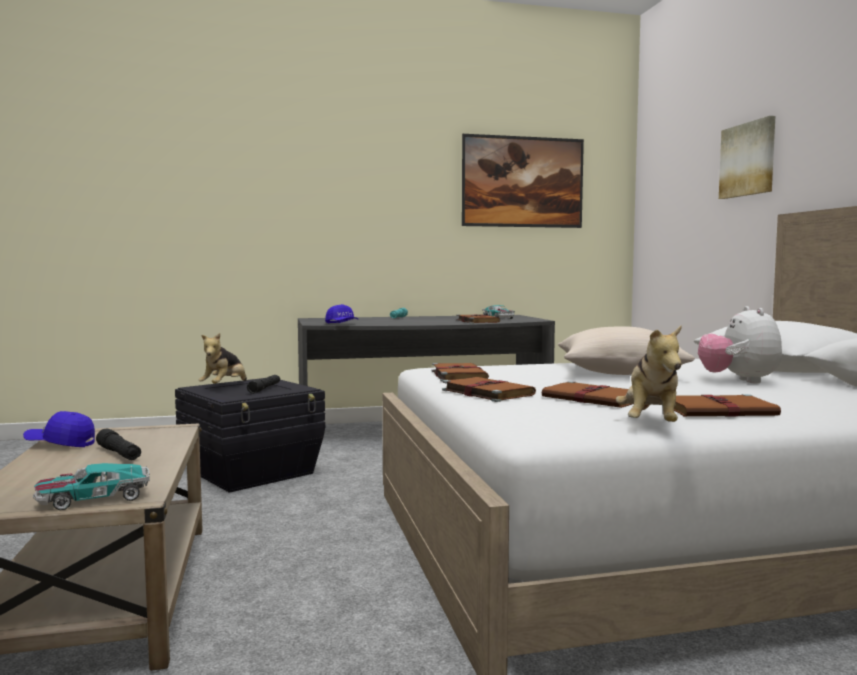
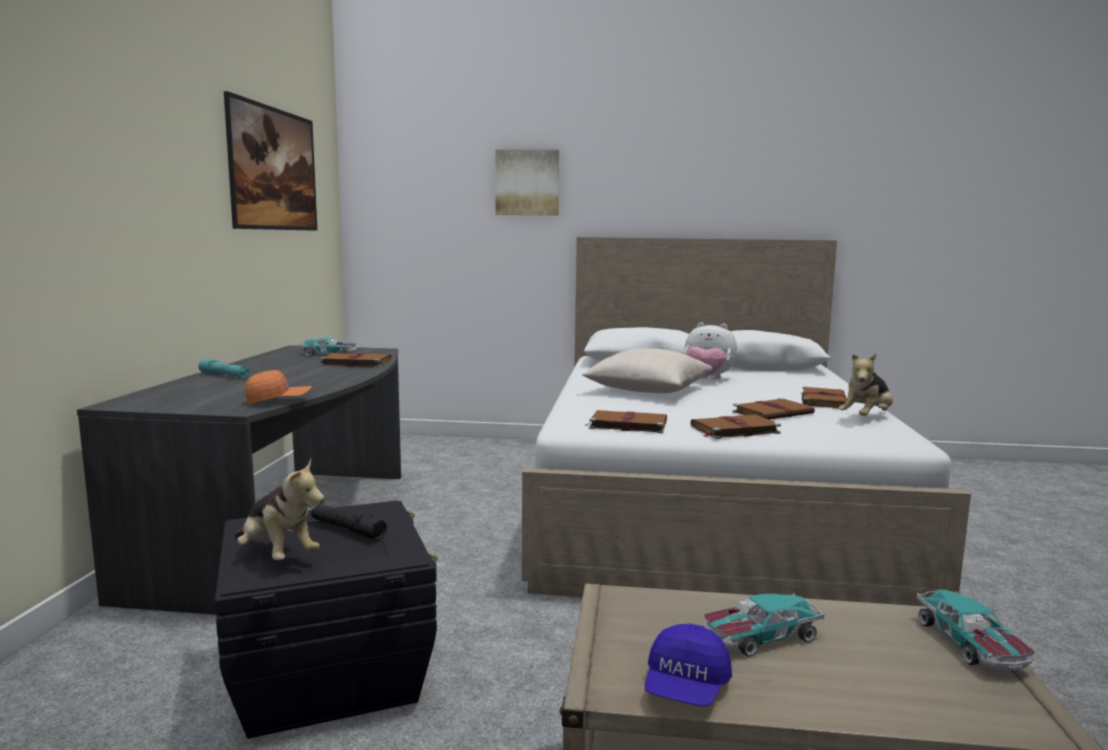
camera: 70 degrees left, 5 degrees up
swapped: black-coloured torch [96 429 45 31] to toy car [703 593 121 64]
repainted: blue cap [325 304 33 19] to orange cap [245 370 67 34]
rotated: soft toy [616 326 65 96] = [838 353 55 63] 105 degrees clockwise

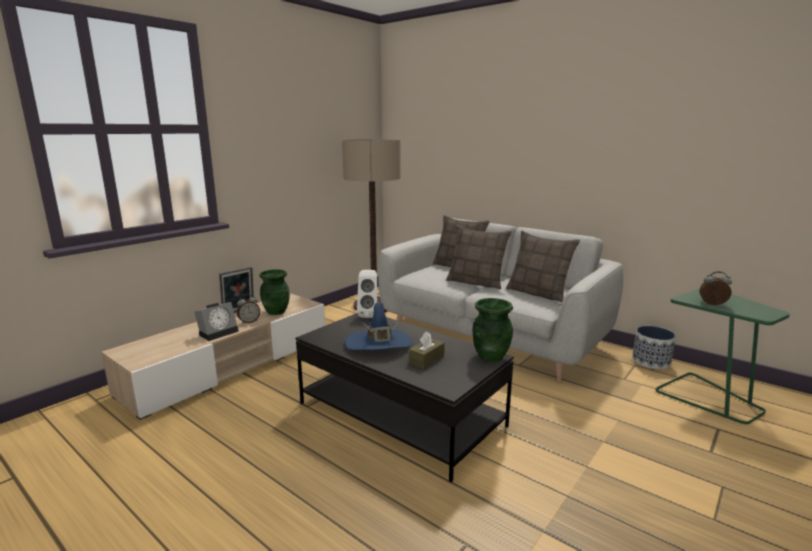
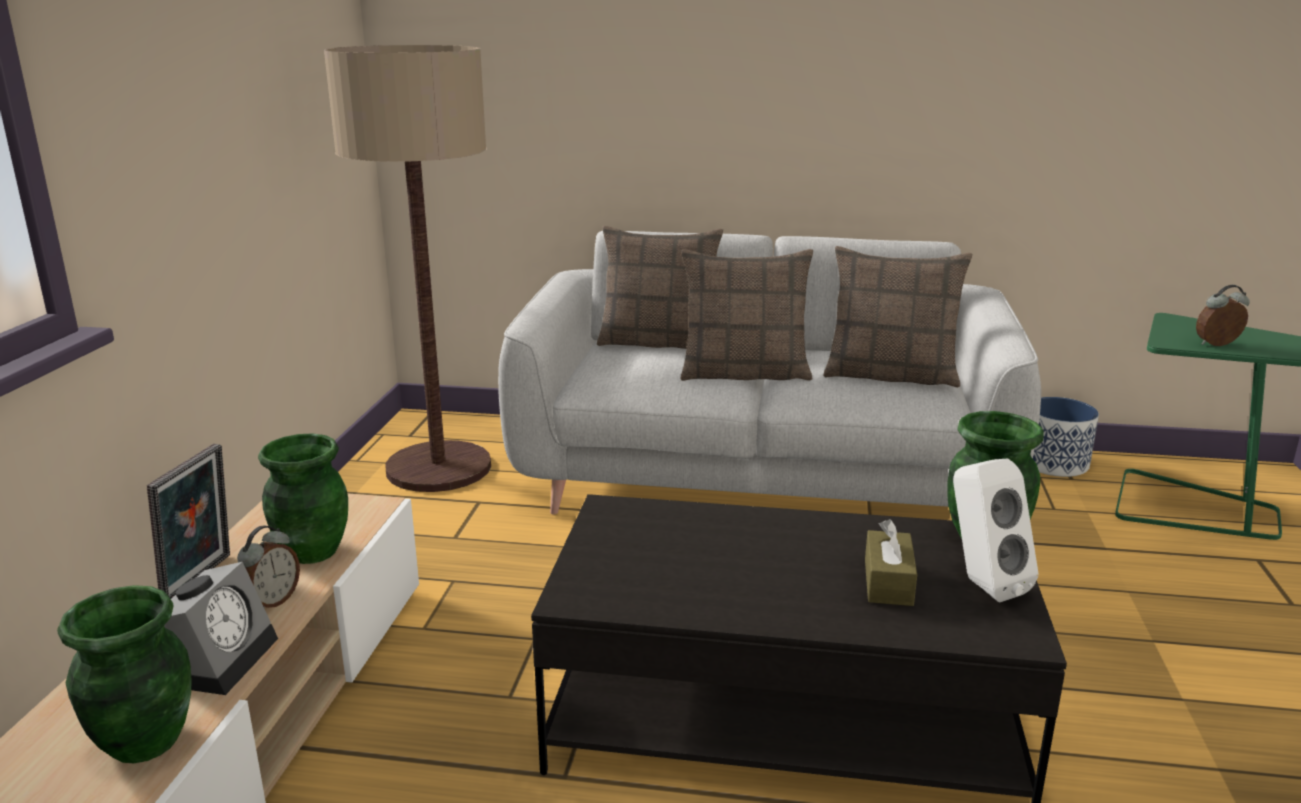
camera: 30 degrees left, 5 degrees up
gone: blue hat [345 302 68 48]
new: green flower vase [57 585 135 178]
shifted: white speaker [357 270 20 48] to [953 459 86 144]

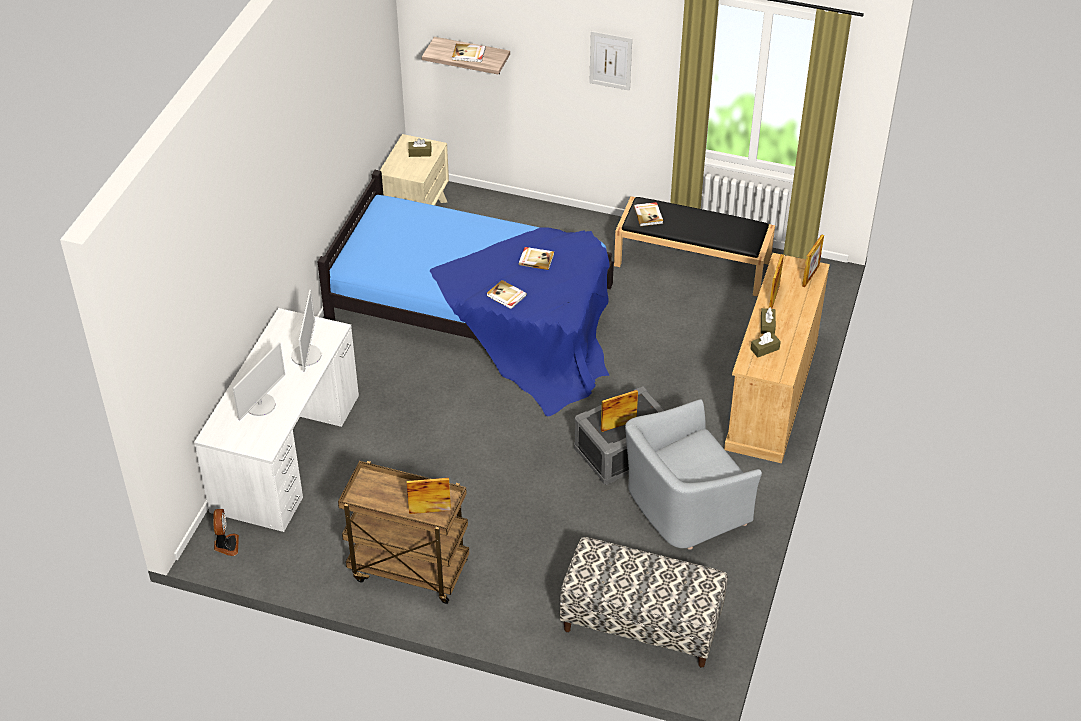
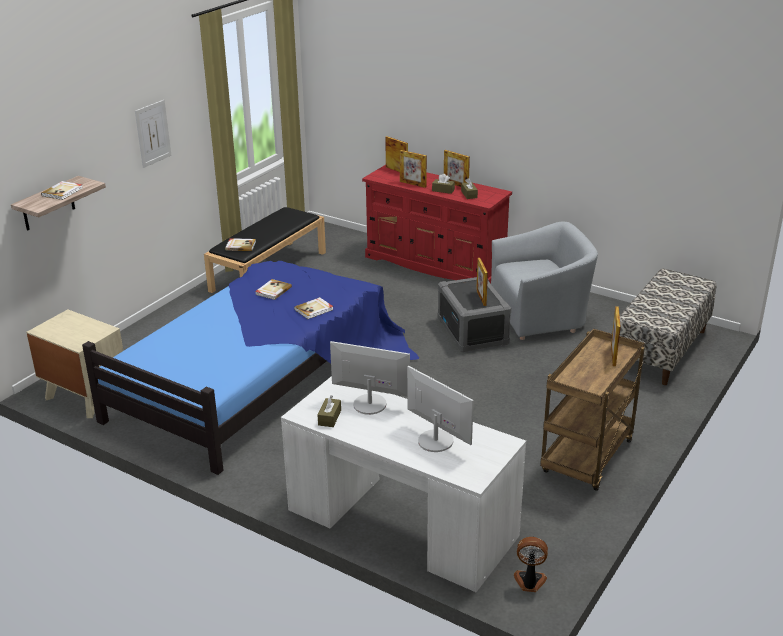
camera: 75 degrees left, 15 degrees down
new: picture frame [444 150 26 37]
shifted: brown-coloured tissue box [408 138 23 19] to [318 396 23 31]
repainted: beige-coloured drawer chest [724 253 106 210] to red drawer chest [362 165 150 118]
rotated: greyish easy chair [625 399 137 151] = [491 222 107 118] 90 degrees counterclockwise

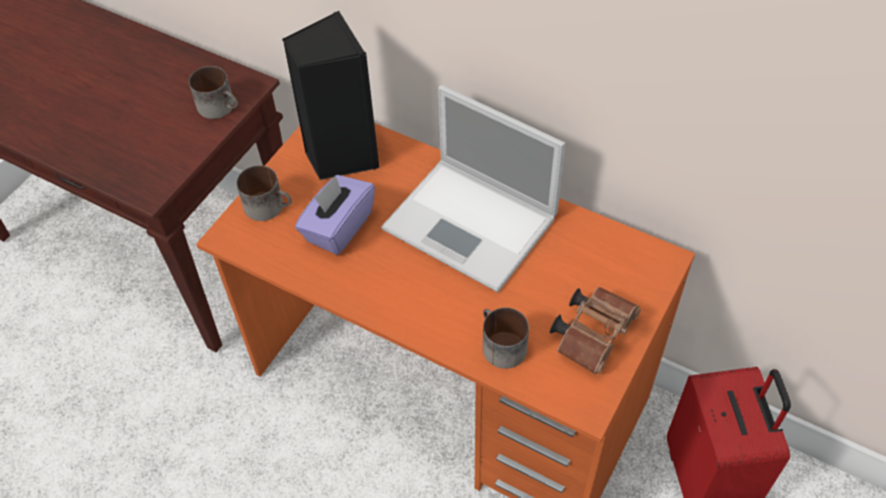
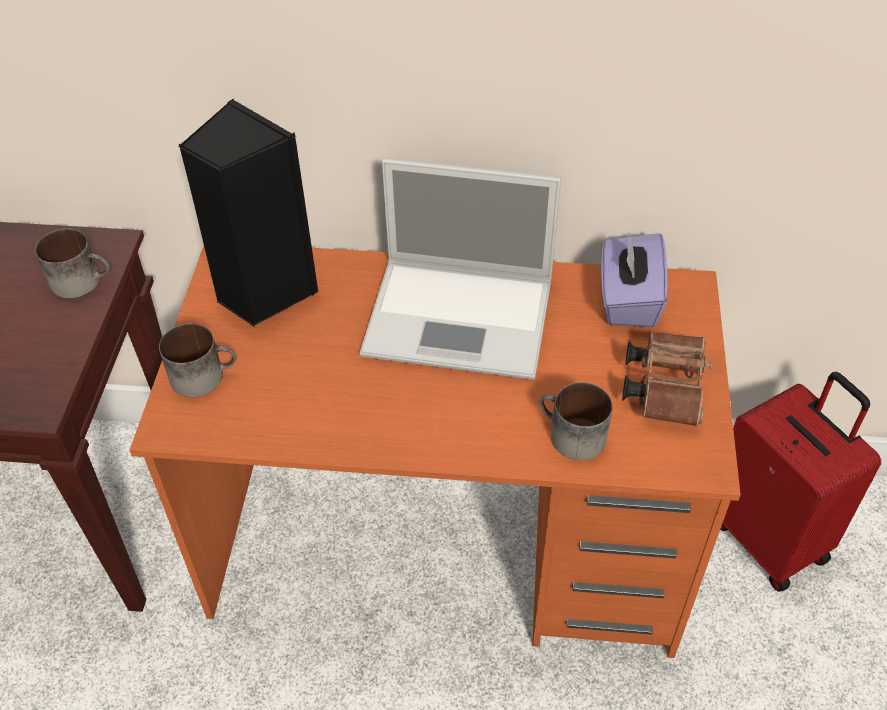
camera: 25 degrees left, 5 degrees down
shifted: purple-coloured tissue box [295 175 80 80] to [601 233 67 94]

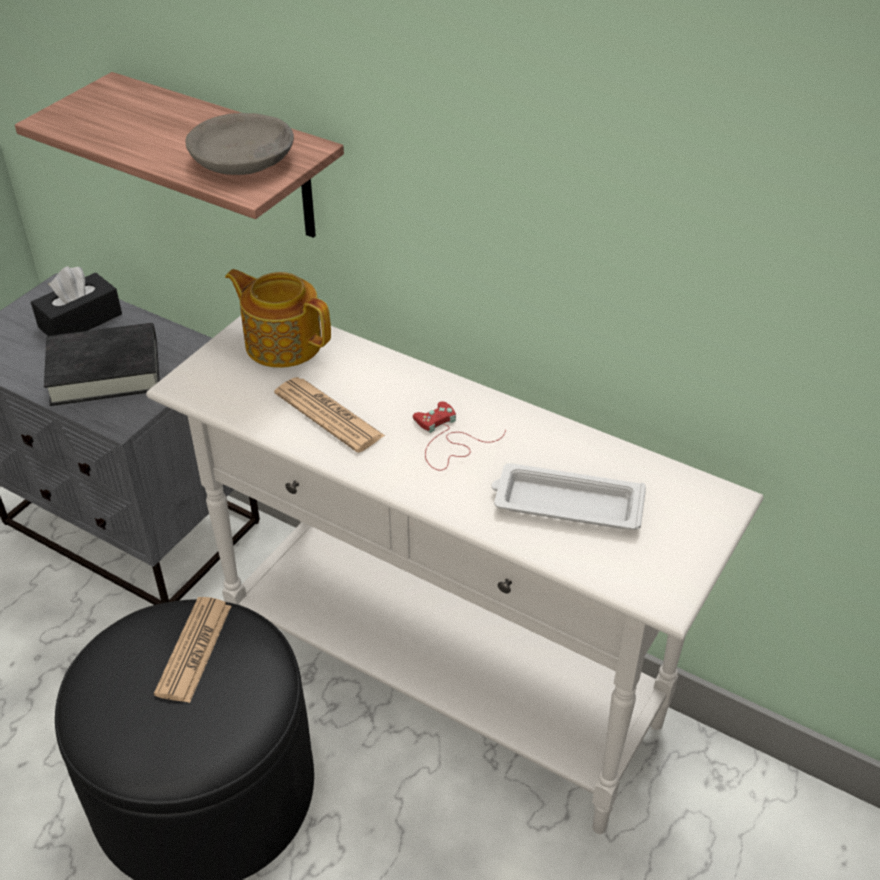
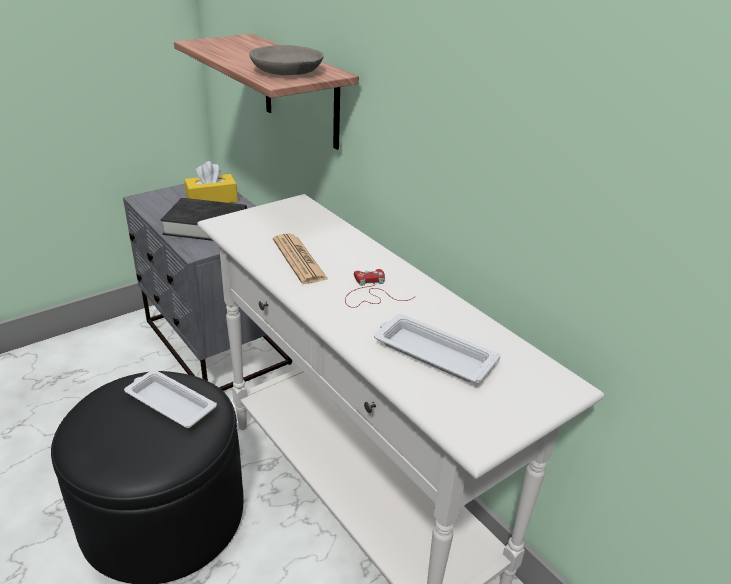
camera: 20 degrees right, 10 degrees down
gone: tea pot [225 269 106 99]
swapped: printed paper [154 597 77 106] to white carrying tray [124 370 93 58]
repainted: black-coloured tissue box [31 266 91 70] to yellowish tissue box [184 161 54 42]

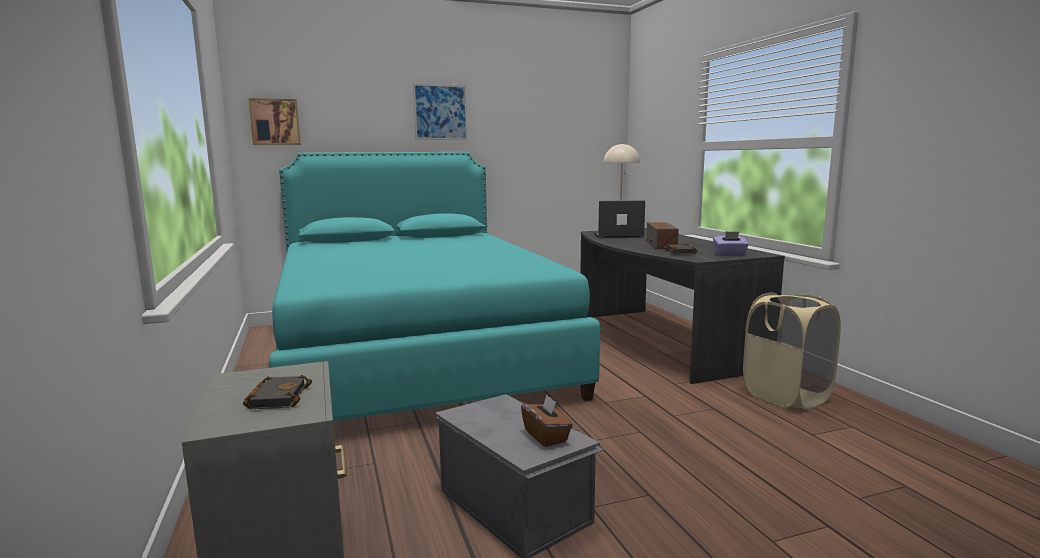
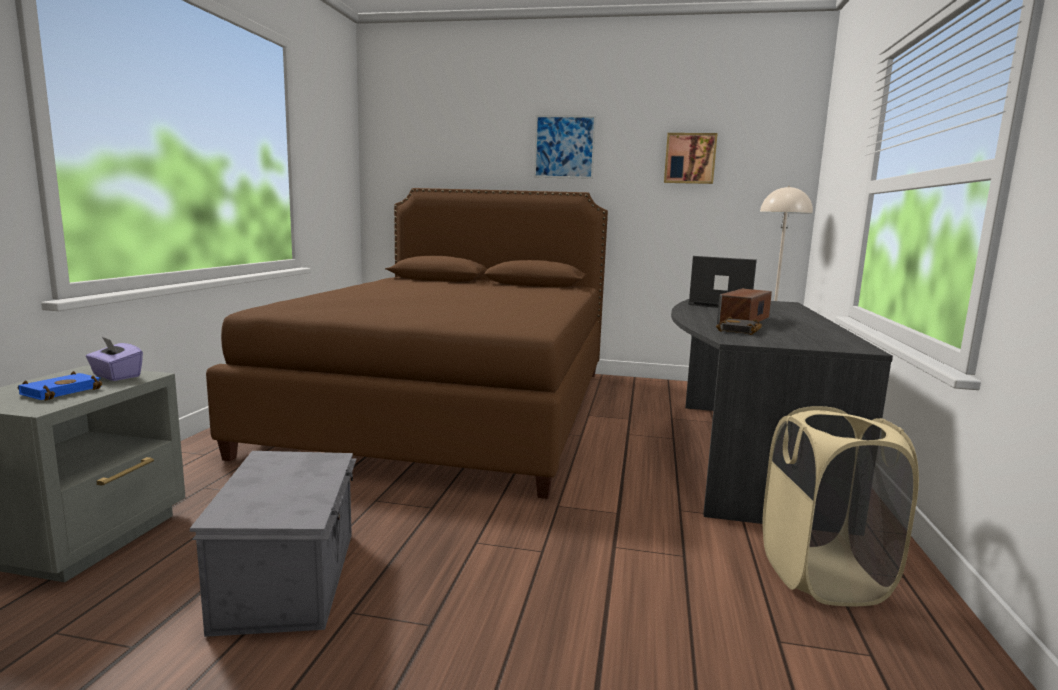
camera: 30 degrees right, 0 degrees up
gone: brown-coloured tissue box [521 395 52 52]
shifted: wall picture [248 98 53 47] to [664 133 54 51]; purple-coloured tissue box [713 231 36 25] to [86 337 57 44]
repainted: black-coloured volume [243 375 69 34] to blue volume [18 371 84 30]; blue-green bedroom bed [269 152 331 269] to brown-coloured bedroom bed [206 188 402 311]

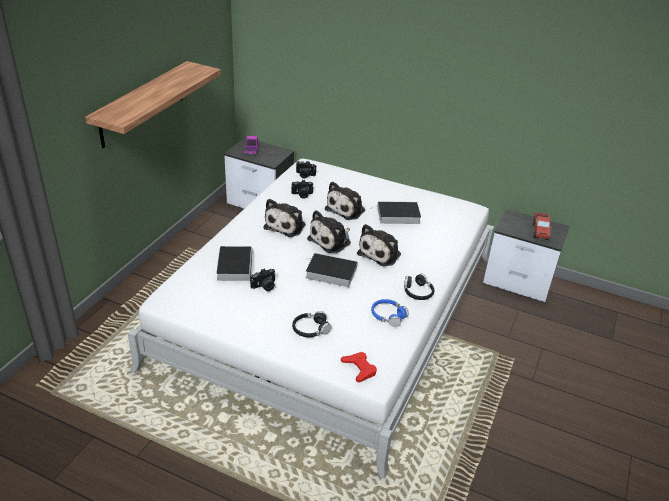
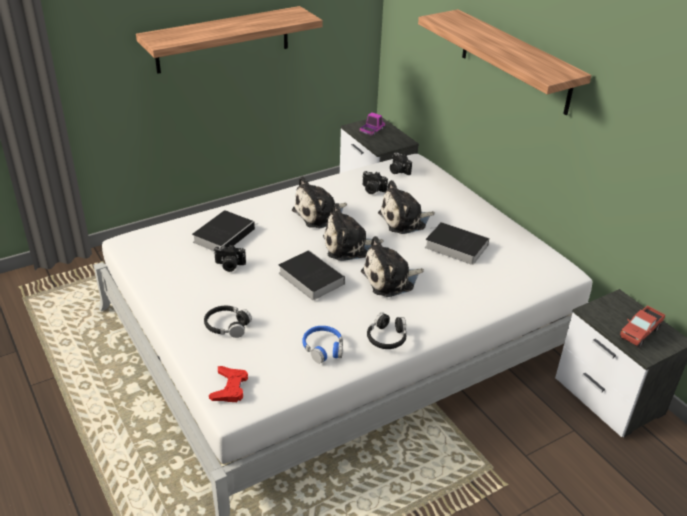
camera: 35 degrees right, 0 degrees up
new: bracket shelf [418 9 174 106]

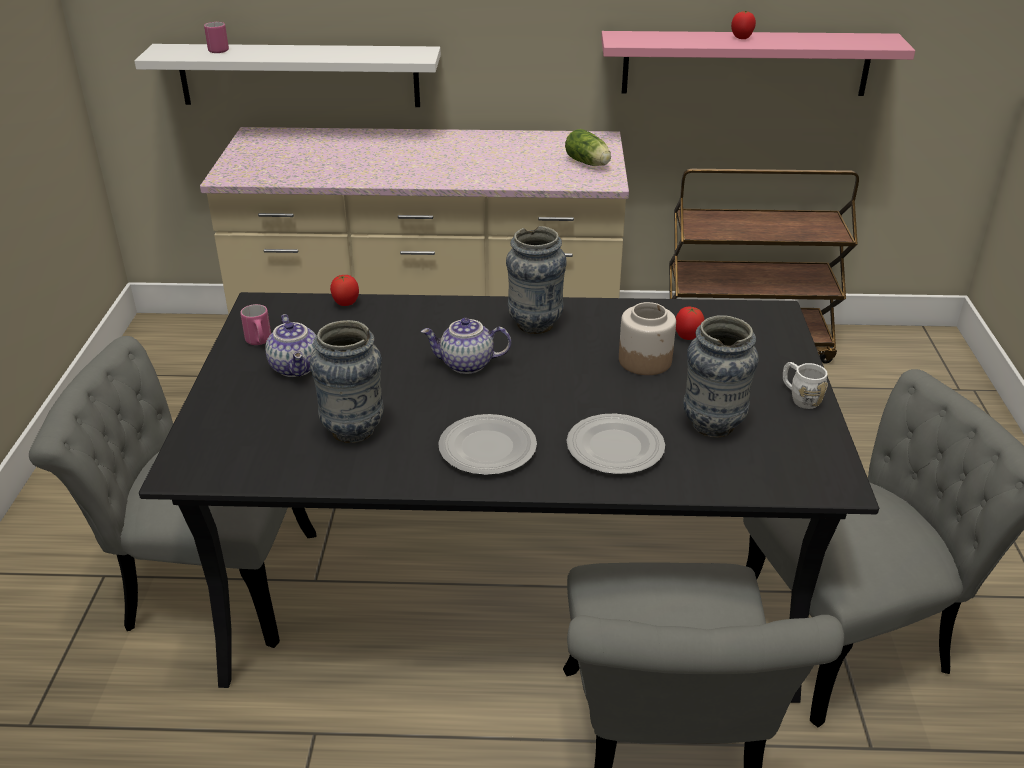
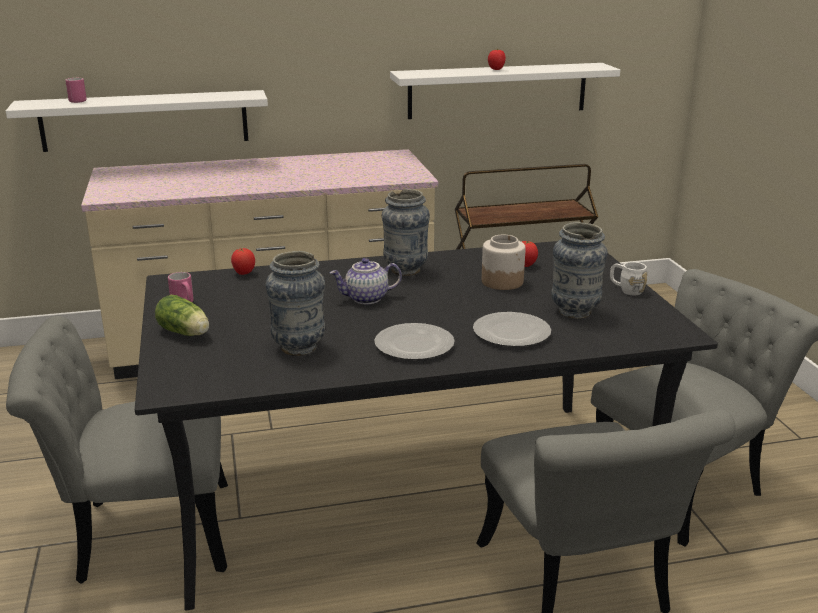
camera: 15 degrees left, 10 degrees down
gone: tea pot [265 314 51 63]
shifted: lettuce head [565 129 46 37] to [155 295 54 41]
repainted: pinkish bracket shelf [601 31 314 65] to white bracket shelf [390 63 230 56]

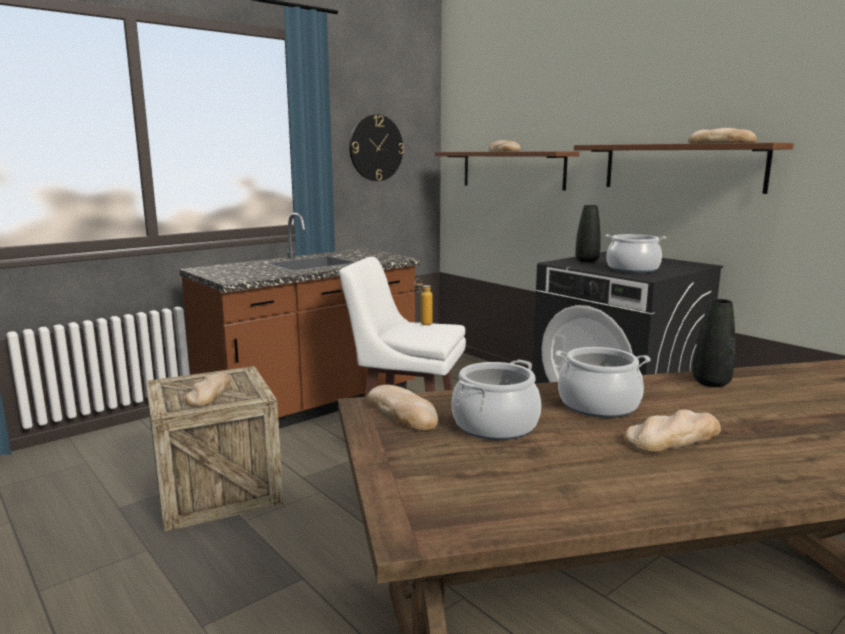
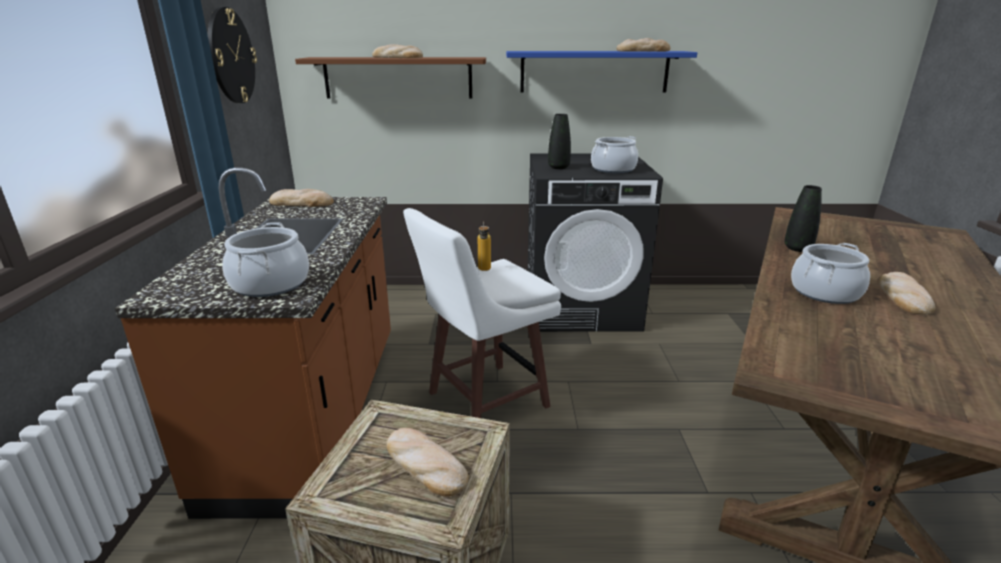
camera: 50 degrees left, 10 degrees up
shifted: baked bread [367 385 71 46] to [269 189 65 18]; saucepot [451 360 90 80] to [222 222 87 75]
repainted: brown-coloured bracket shelf [574 143 220 51] to blue bracket shelf [506 51 191 42]

